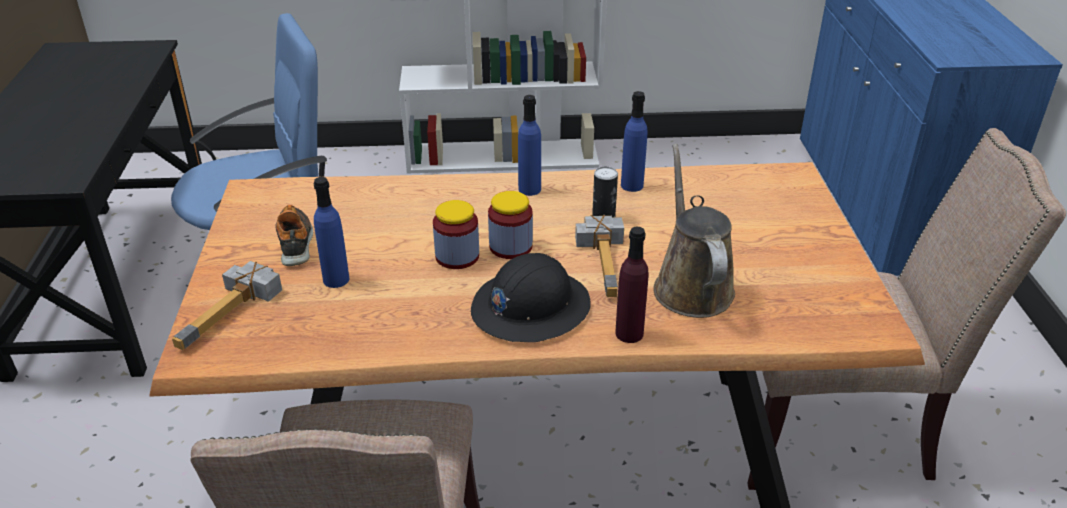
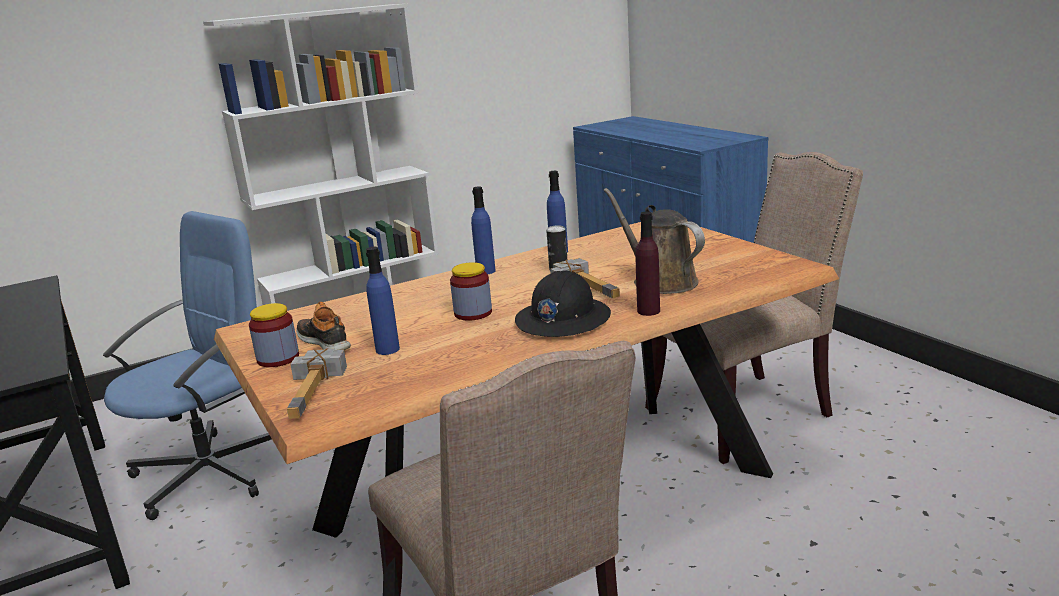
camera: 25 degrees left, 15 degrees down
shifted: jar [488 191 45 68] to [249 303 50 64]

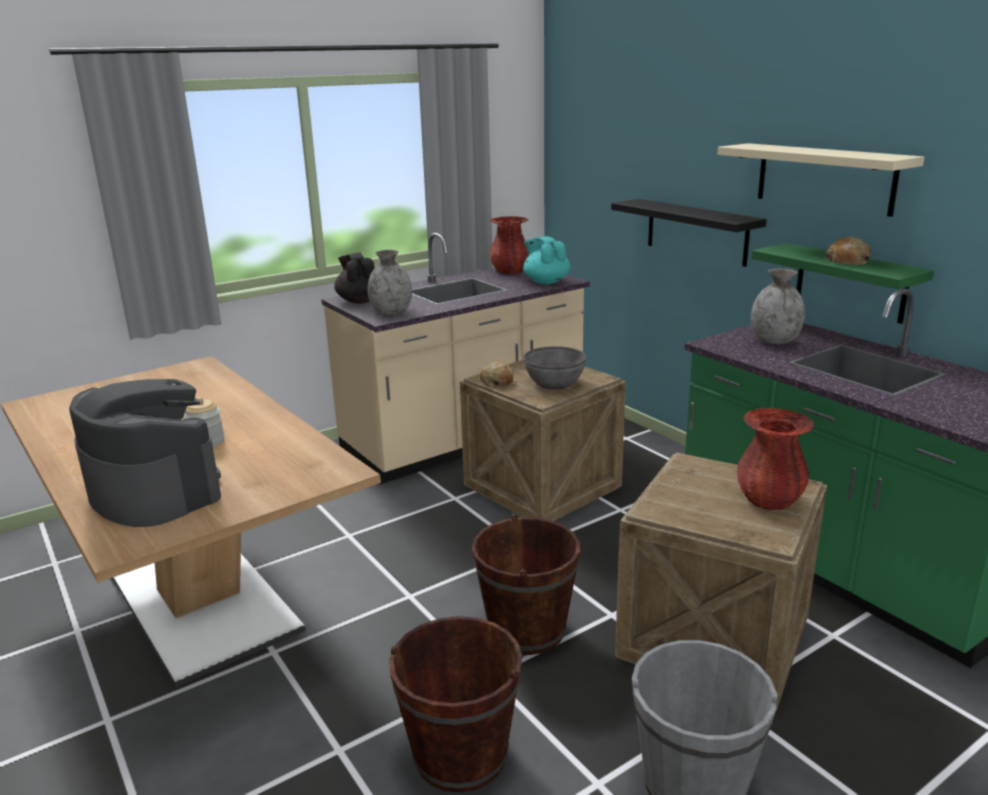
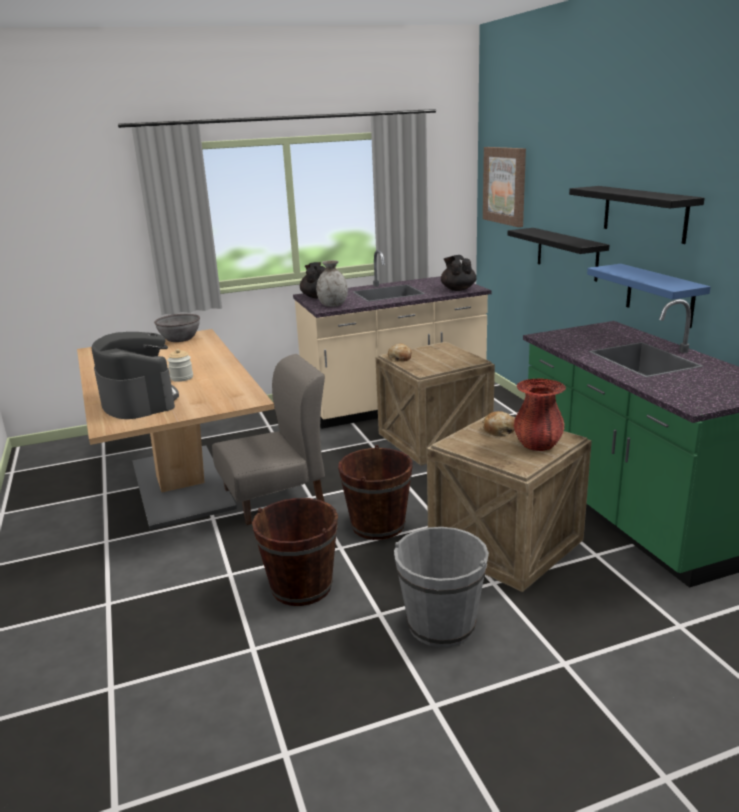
camera: 15 degrees right, 0 degrees up
gone: red flower vase [490 216 39 58]; greyish flower vase [751 269 54 75]
new: greyish chair [212 354 113 171]; wall picture [483 147 43 80]
shifted: greyish deep dish [523 346 64 44] to [154 314 46 28]; baked bread [825 237 46 28] to [482 411 33 25]
repainted: blue-green tea pot [523 236 47 48] to black-coloured tea pot [441 255 36 36]; beige-coloured bracket shelf [717 143 207 74] to black-coloured bracket shelf [569 186 136 58]; green bracket shelf [752 243 182 81] to blue bracket shelf [587 264 124 64]

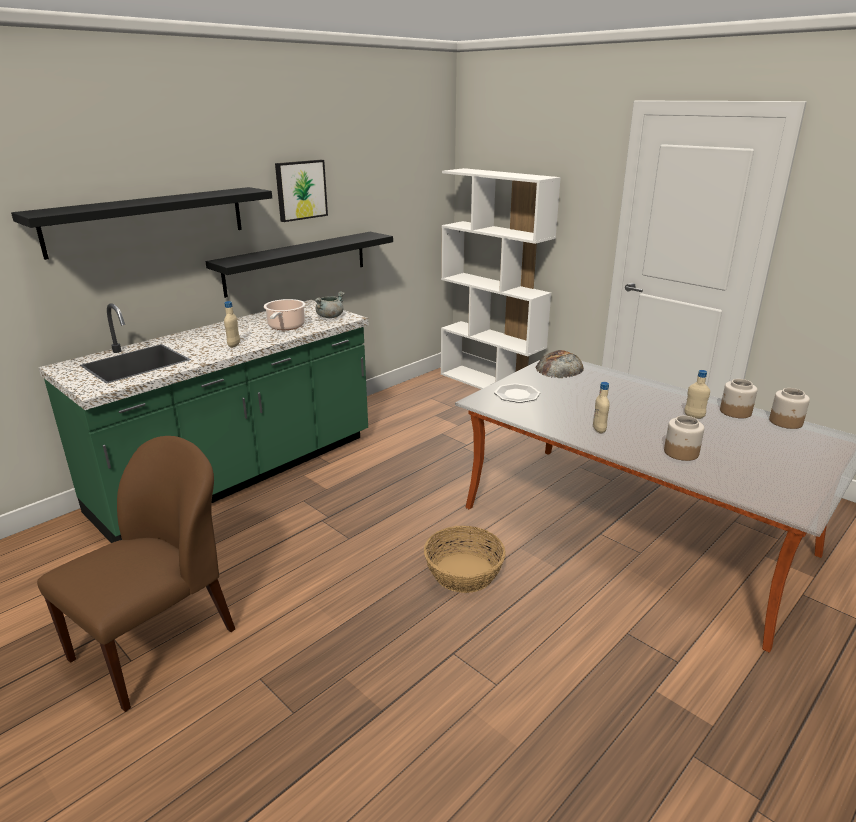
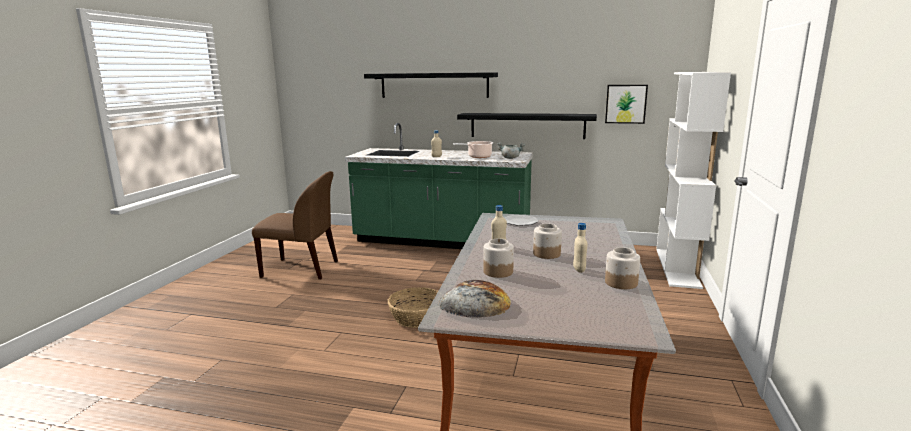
camera: 60 degrees right, 10 degrees down
shifted: wall picture [275 160 53 62] to [605 85 43 39]; baked bread [536 350 48 28] to [438 280 73 38]; jar [769 388 41 41] to [533 224 29 35]

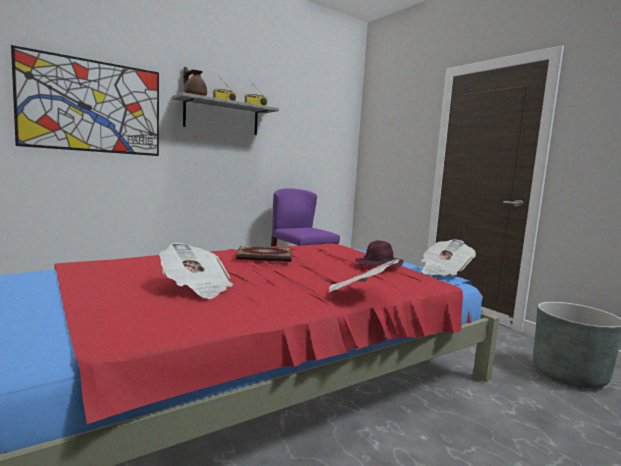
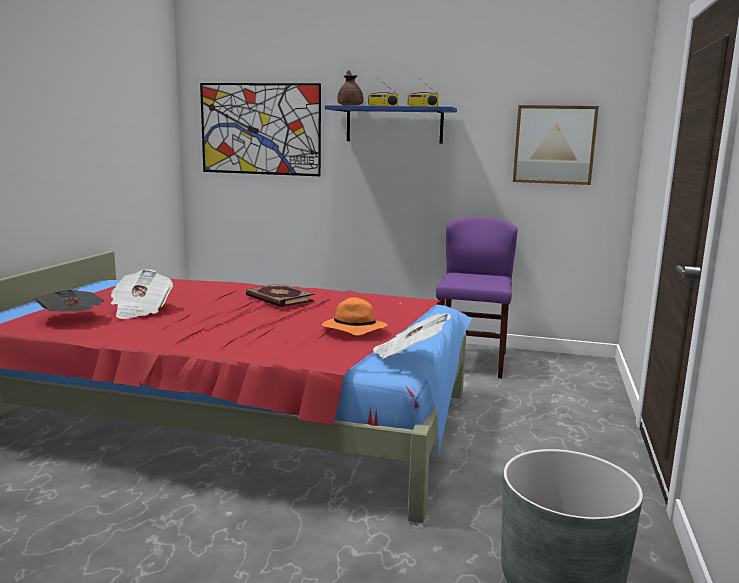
camera: 50 degrees right, 5 degrees up
new: wall picture [513 105 86 80]
shifted: printed paper [328 259 71 34] to [33 290 71 21]
repainted: greyish bracket shelf [173 92 106 43] to blue bracket shelf [325 105 132 39]; purple-coloured hat [355 240 49 27] to orange hat [322 297 65 38]

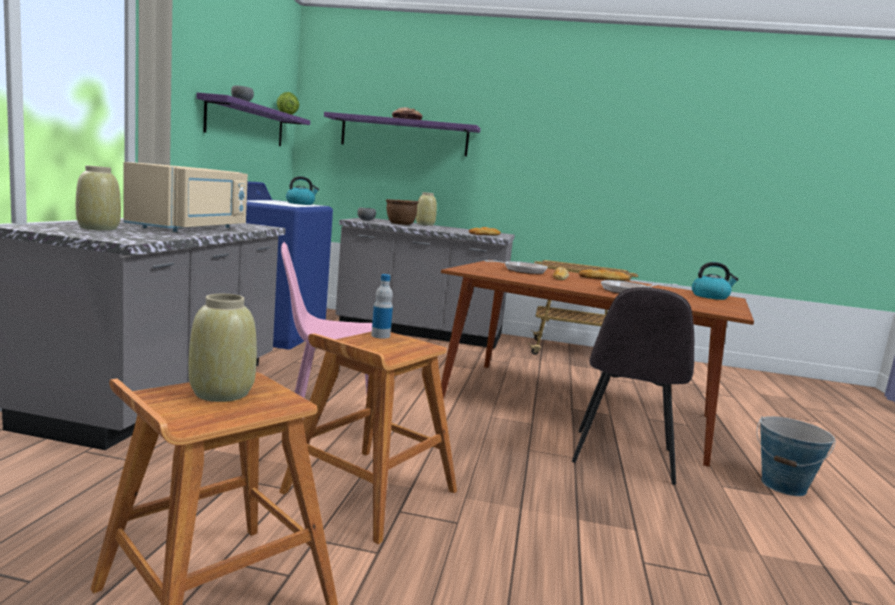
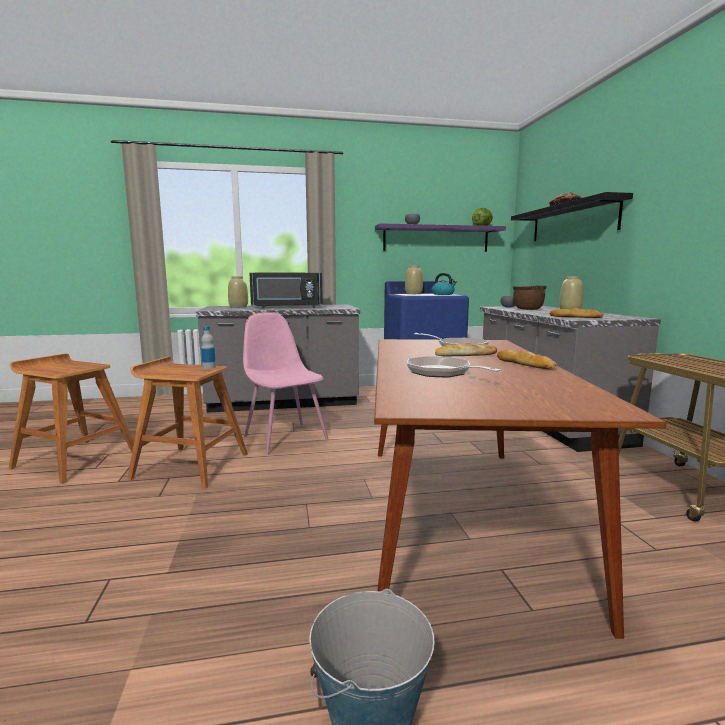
camera: 70 degrees right, 0 degrees up
gone: greyish chair [572 287 122 198]; tea kettle [692 262 47 38]
shifted: beige-coloured flower vase [189 294 68 108] to [405 265 18 29]
repainted: beige-coloured kitchen microwave [124 162 124 70] to black-coloured kitchen microwave [249 273 74 36]; purple-coloured bracket shelf [324 112 157 44] to black-coloured bracket shelf [511 192 122 49]

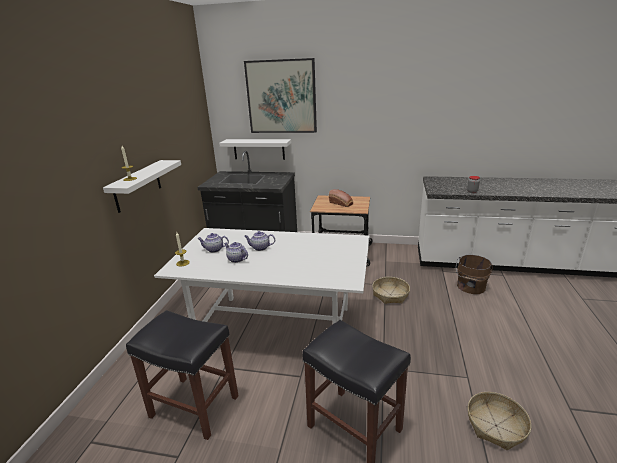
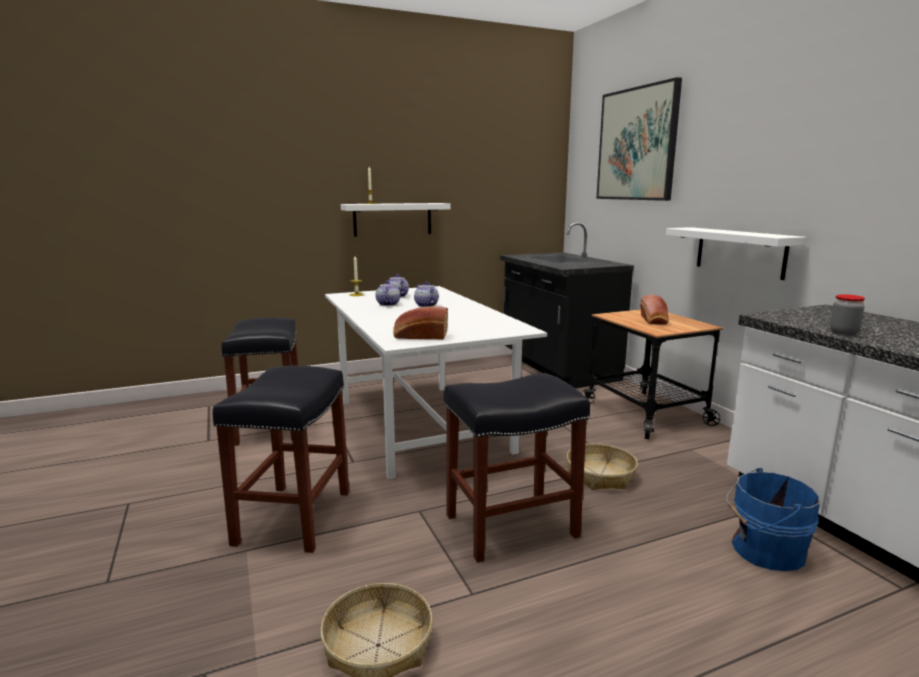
camera: 55 degrees right, 10 degrees down
new: baked bread [393 306 55 34]; black-coloured sitting stool [444 373 146 190]
shifted: white bracket shelf [219 139 72 21] to [666 227 141 53]
repainted: brown-coloured bucket [456 255 37 39] to blue bucket [726 468 94 103]

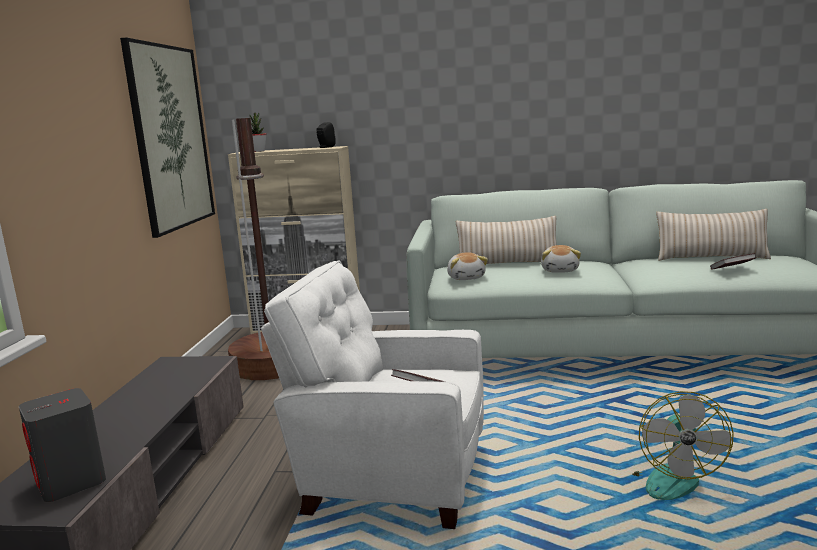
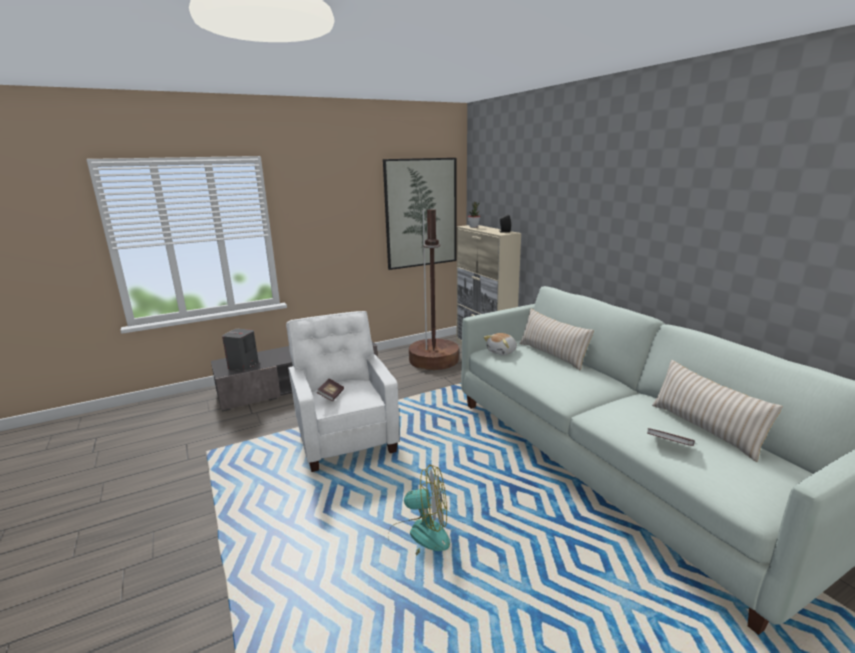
camera: 55 degrees right, 5 degrees up
gone: soft toy [541 245 40 28]
rotated: cooling fan [632 391 102 109] = [388 464 62 91] 150 degrees counterclockwise

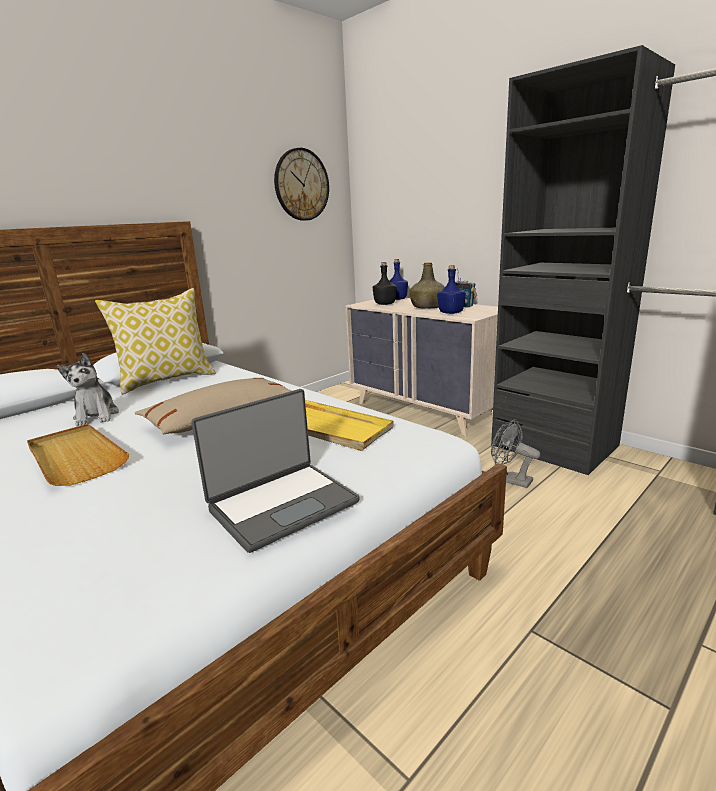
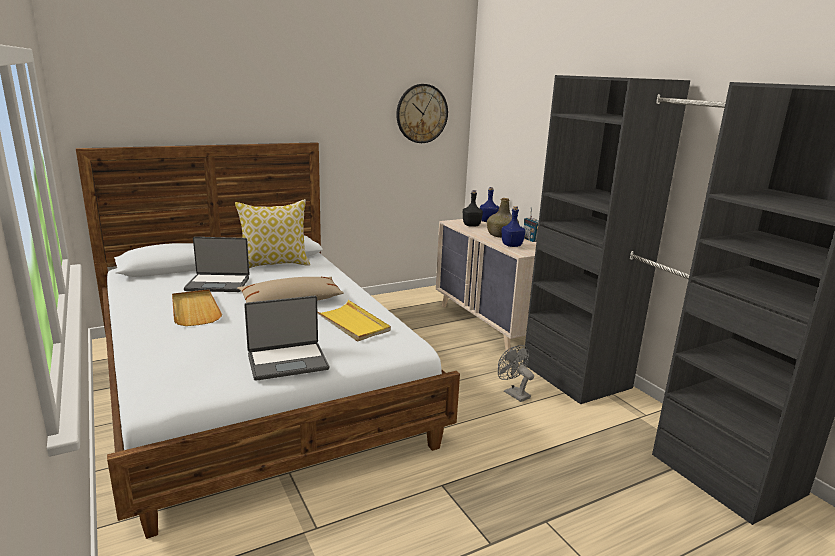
camera: 15 degrees right, 0 degrees up
swapped: soft toy [57 353 62 73] to portable computer [184 237 66 55]

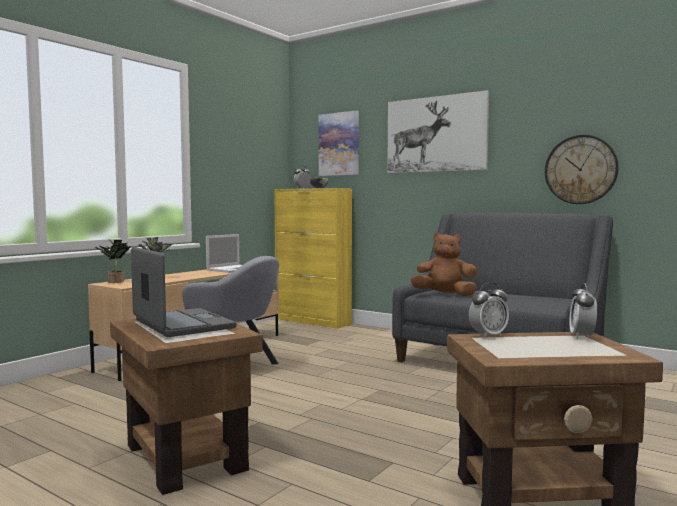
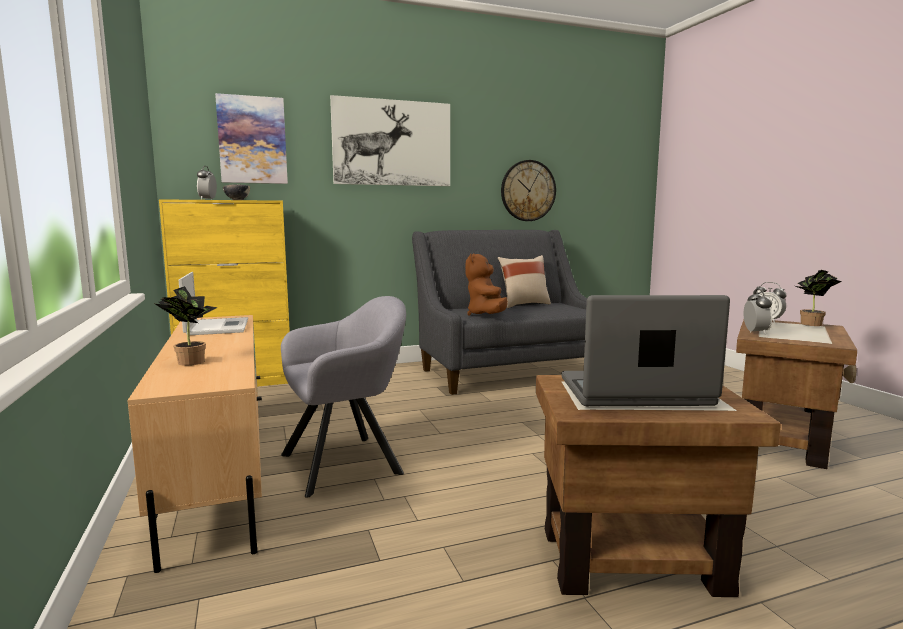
camera: 55 degrees left, 5 degrees up
new: beige-coloured cushion [498 255 53 53]
shifted: plant in a pot [95 240 37 43] to [796 270 46 56]
rotated: brown-coloured soft toy [410 233 67 63] = [465 253 43 63] 45 degrees counterclockwise

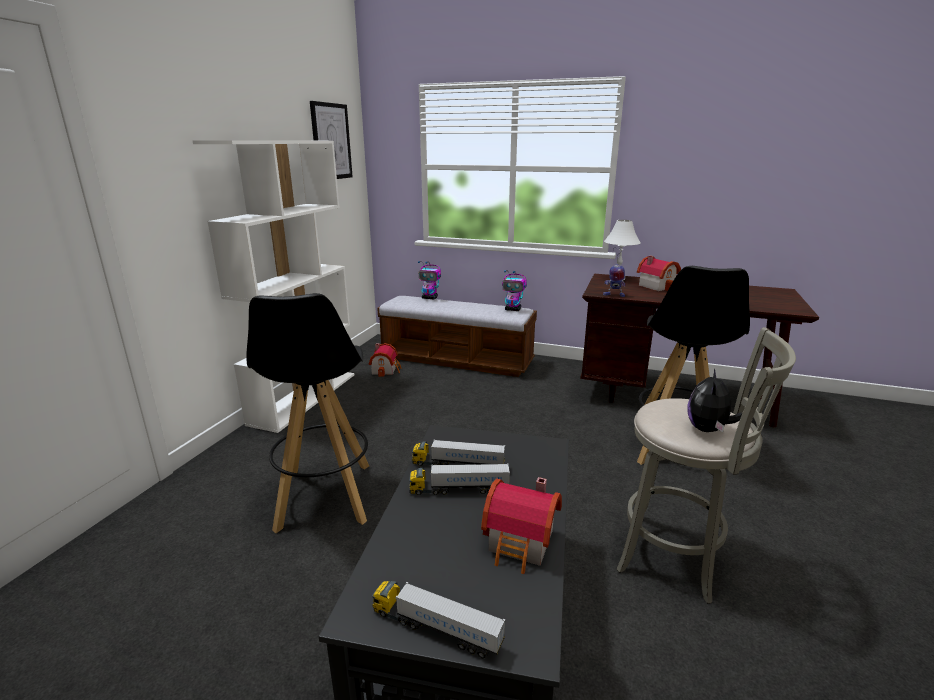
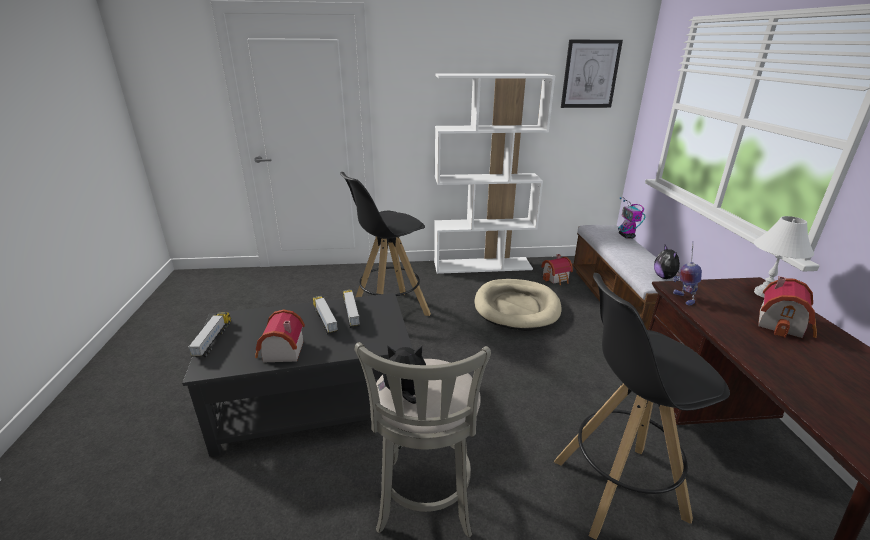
camera: 65 degrees right, 5 degrees up
new: beige-coloured dog bed [474 279 88 52]
swapped: robot figure [502 270 25 41] to soft toy [654 245 26 34]

